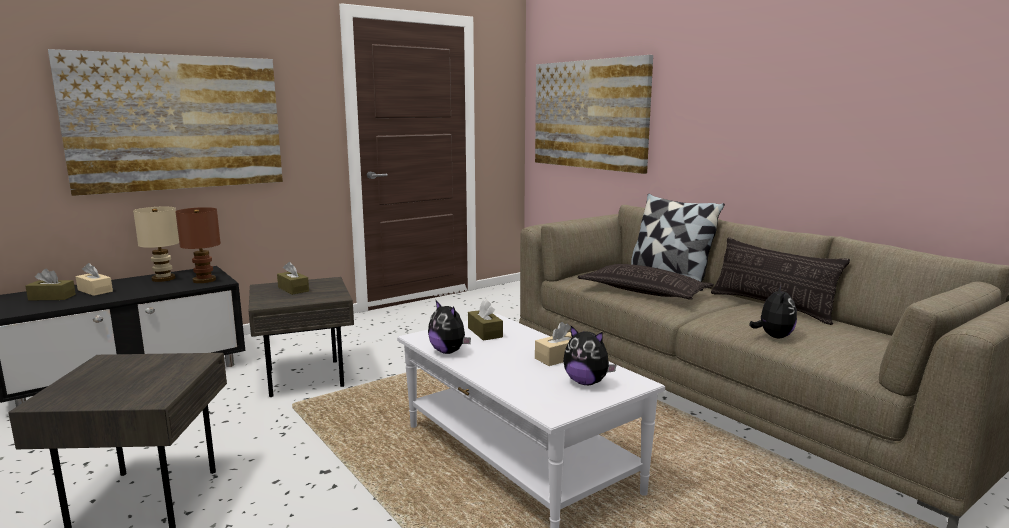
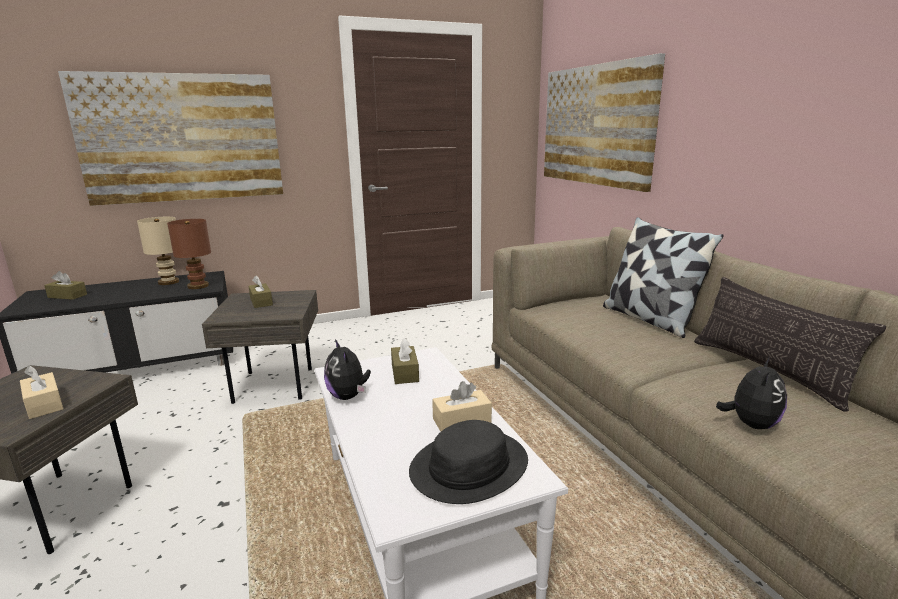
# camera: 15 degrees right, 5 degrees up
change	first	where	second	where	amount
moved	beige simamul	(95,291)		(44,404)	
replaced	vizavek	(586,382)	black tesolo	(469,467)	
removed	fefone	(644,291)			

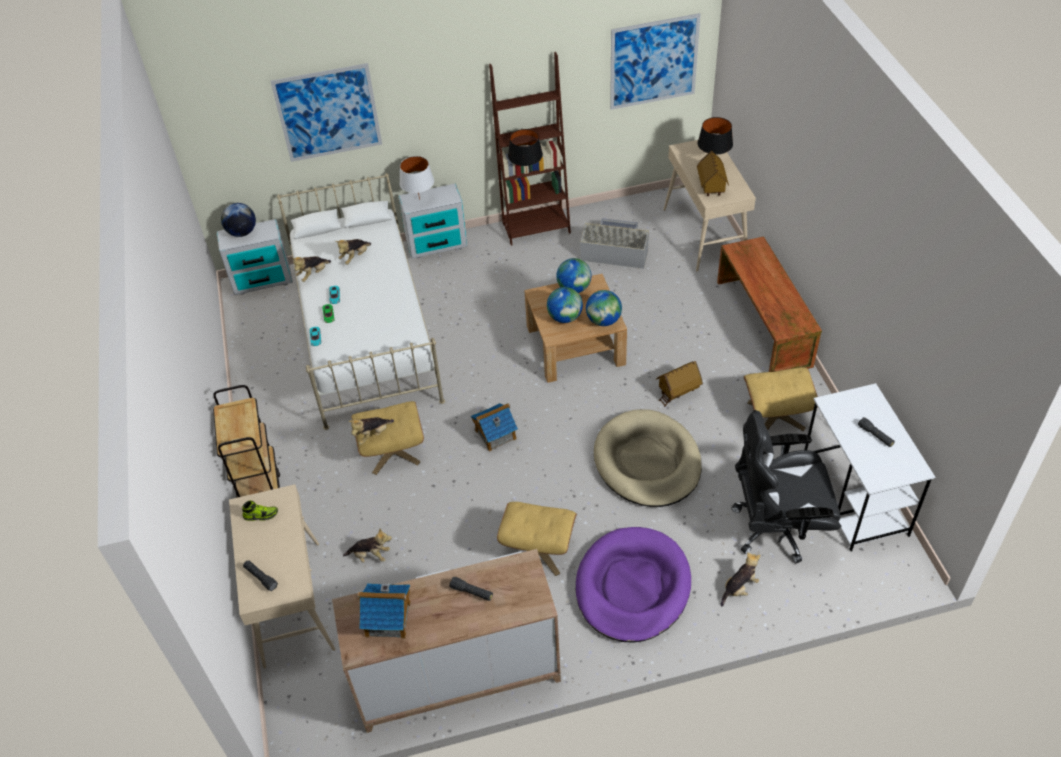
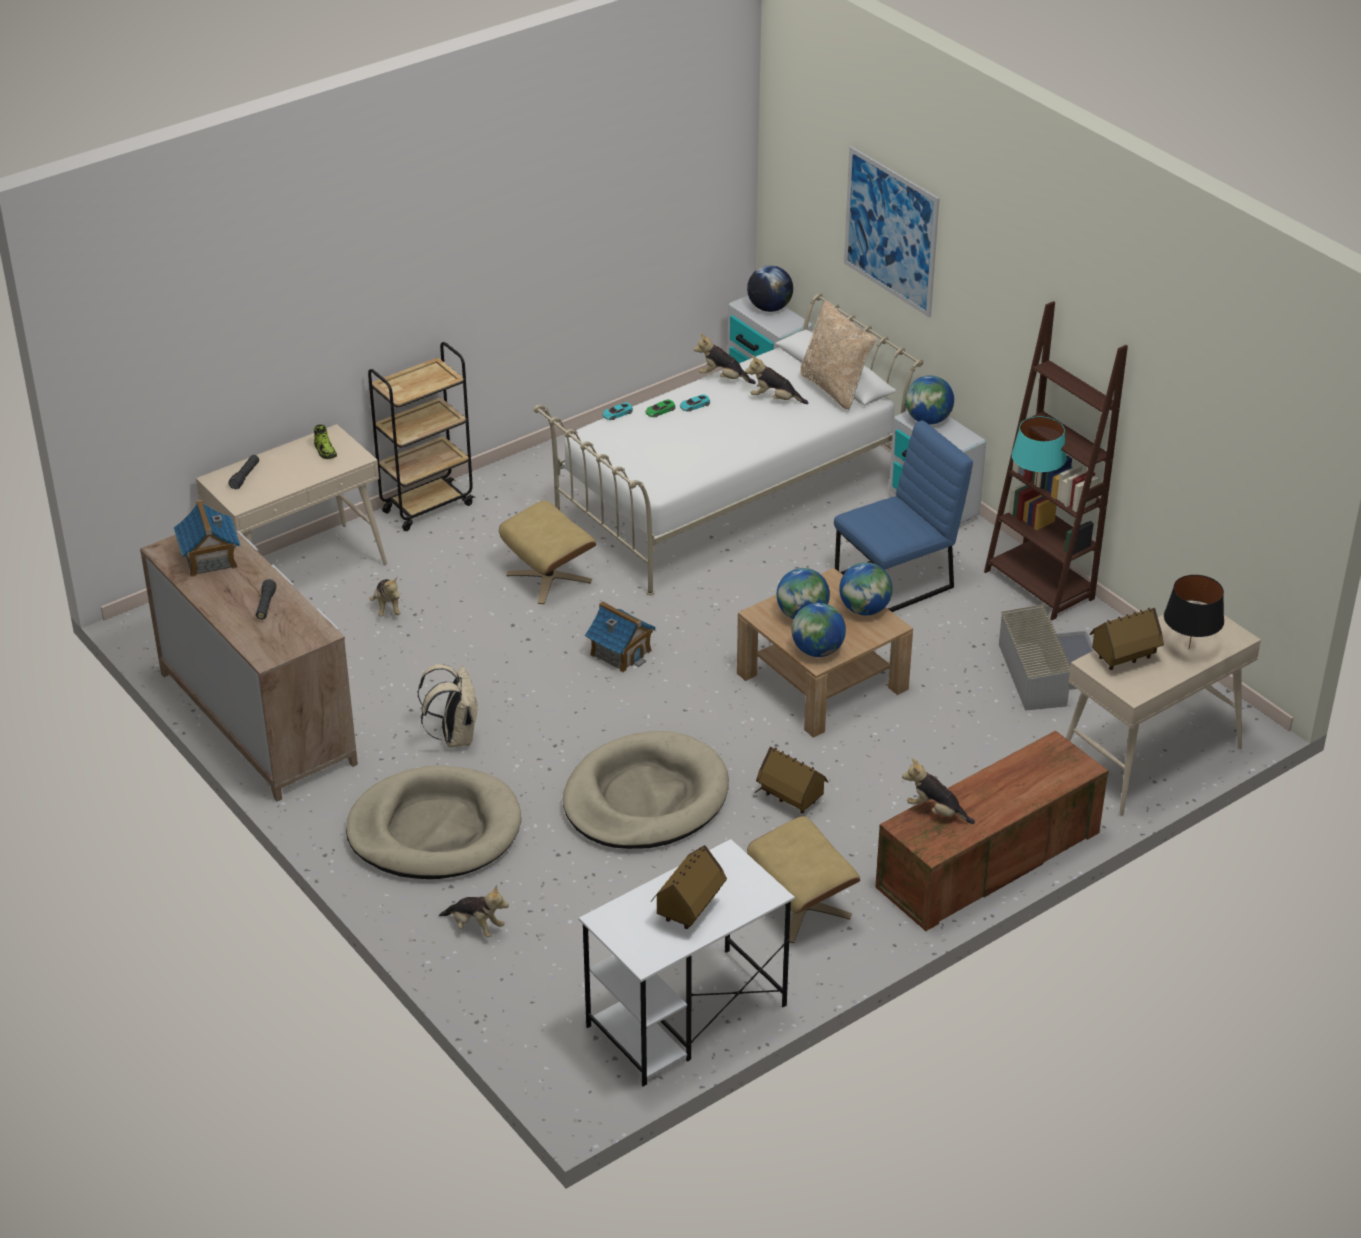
# camera: 65 degrees right, 10 degrees down
change	first	where	second	where	amount
recoloured	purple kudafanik	(632,587)	beige kudafanik	(434,830)	
replaced	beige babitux	(538,550)	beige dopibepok	(455,736)	
replaced	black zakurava	(875,435)	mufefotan	(688,909)	
added			beige fefone	(834,391)	
added			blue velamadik	(897,581)	
moved	vizavek	(372,435)		(936,811)	
replaced	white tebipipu	(419,200)	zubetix	(928,420)	
recoloured	black tebipipu	(526,173)	turquoise tebipipu	(1035,486)	
removed	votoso	(654,62)			
removed	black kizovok	(780,527)			

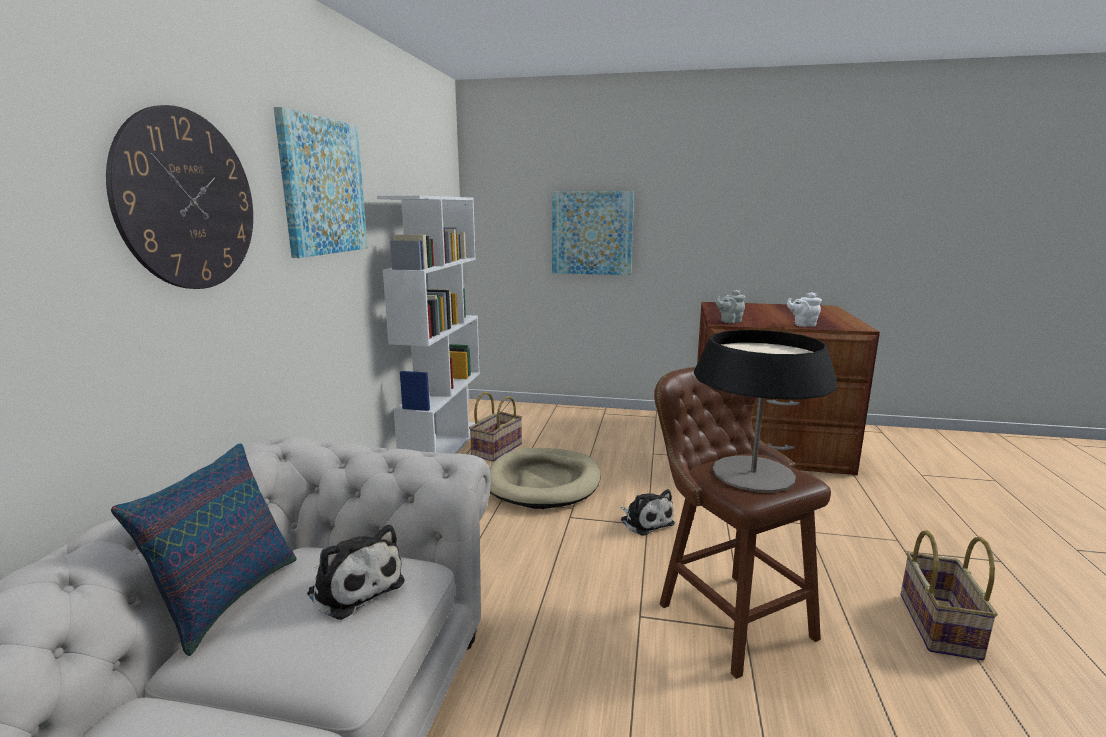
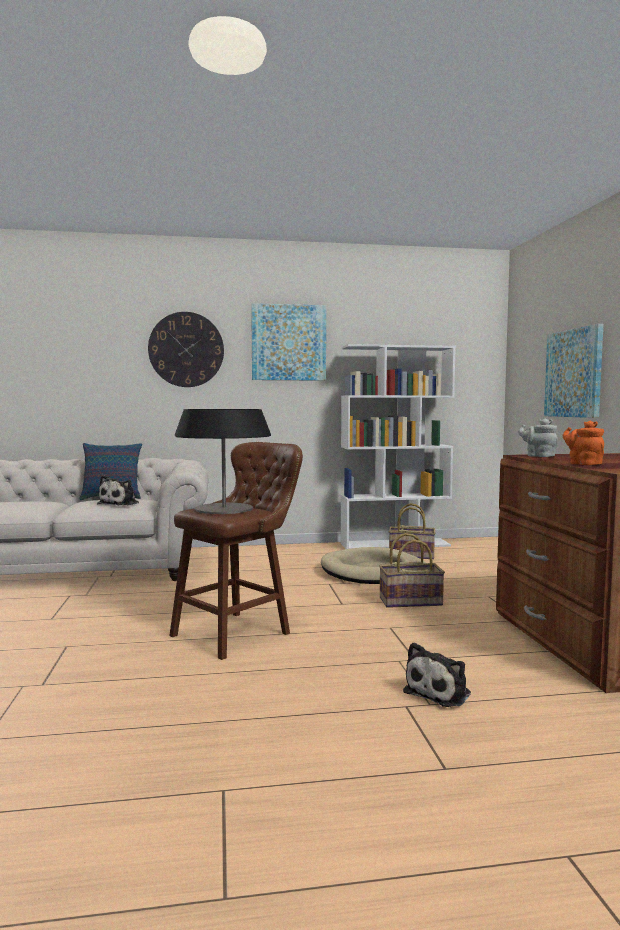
# camera: 70 degrees right, 10 degrees down
change	first	where	second	where	amount
moved	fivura	(937,625)		(410,601)	
moved	vizavek	(645,521)		(440,692)	
recoloured	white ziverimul	(803,325)	orange ziverimul	(583,463)	

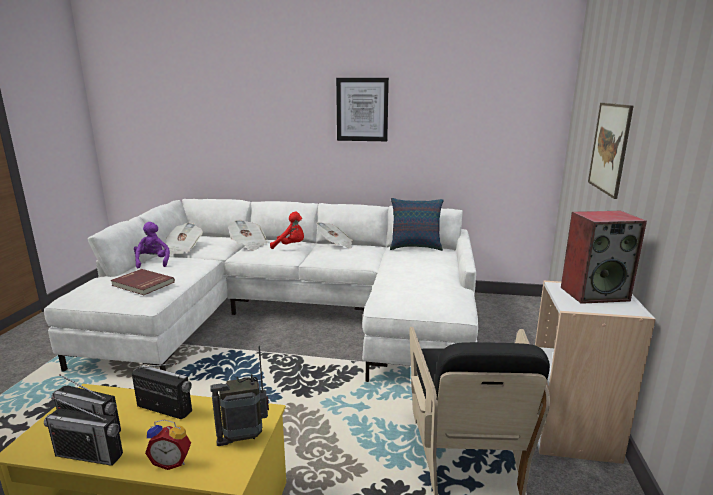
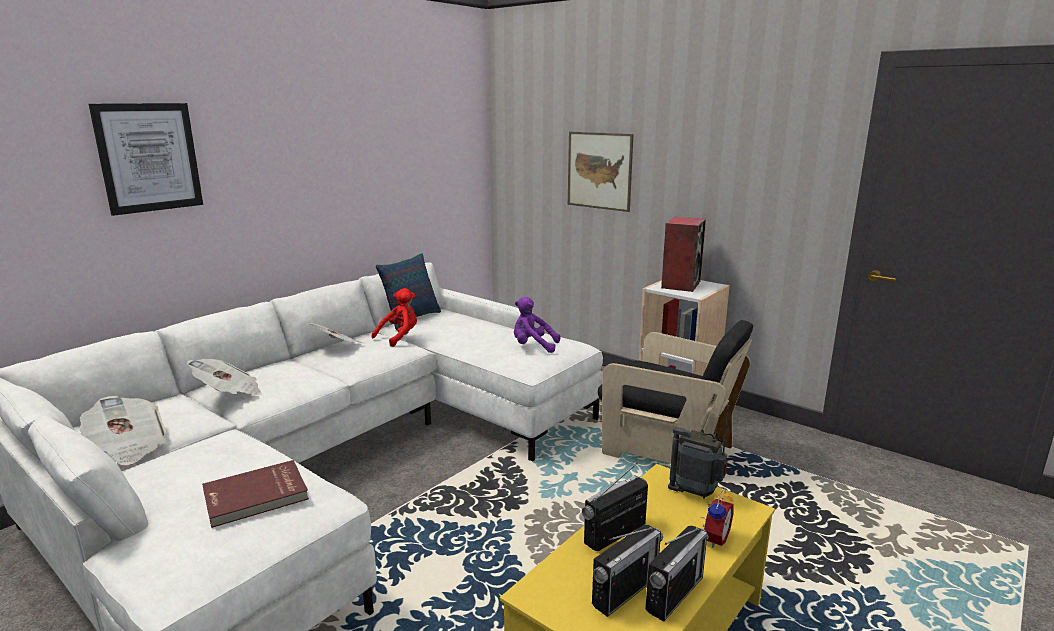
# camera: 60 degrees left, 0 degrees up
change	first	where	second	where	amount
moved	votoso	(362,109)		(149,157)	
moved	red vizavek	(290,246)		(399,337)	
moved	purple vizavek	(153,262)		(533,346)	
turned	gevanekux	(244,437)		(696,493)	105 degrees clockwise

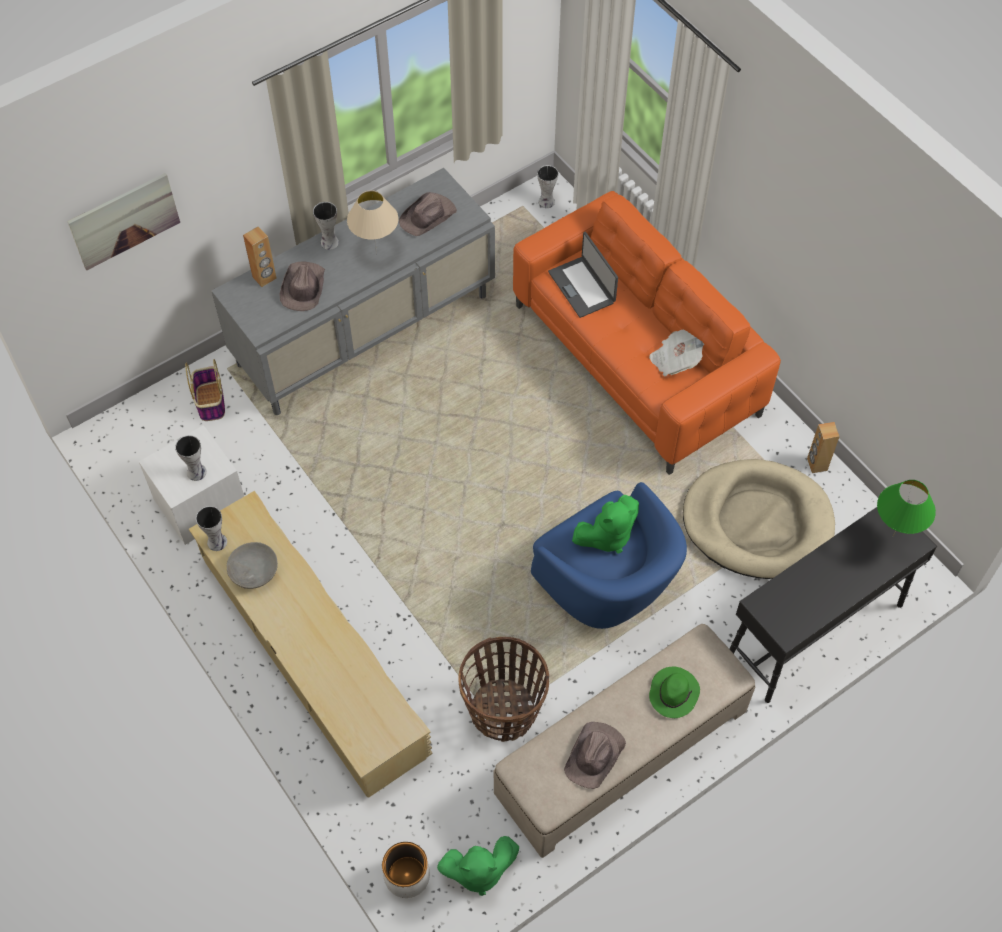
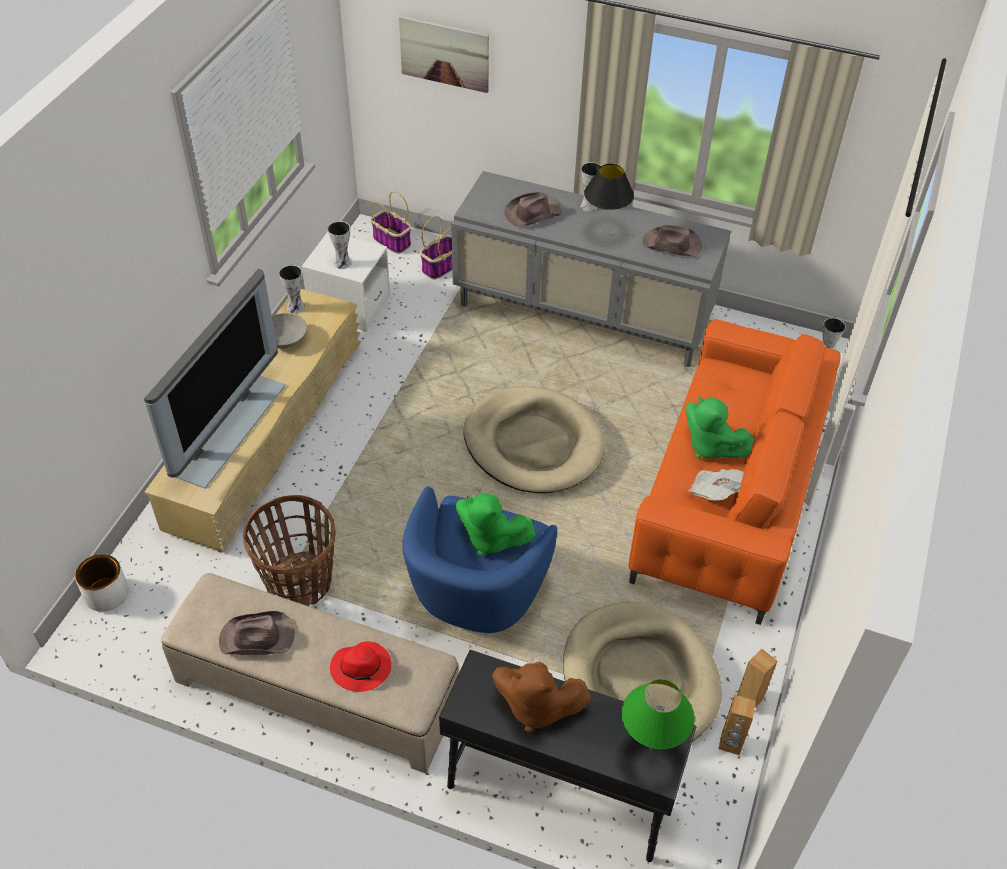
# camera: 55 degrees right, 10 degrees down
change	first	where	second	where	amount
added			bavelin	(225,427)	
recoloured	green tesolo	(673,693)	red tesolo	(362,668)	
added			fivura	(392,241)	
added			beige kudafanik	(533,444)	
added			brown vizavek	(536,707)	
recoloured	beige tebipipu	(376,254)	black tebipipu	(604,235)	
moved	green vizavek	(477,871)		(710,446)	
moved	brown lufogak	(264,278)		(730,744)	
removed	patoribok	(582,287)			

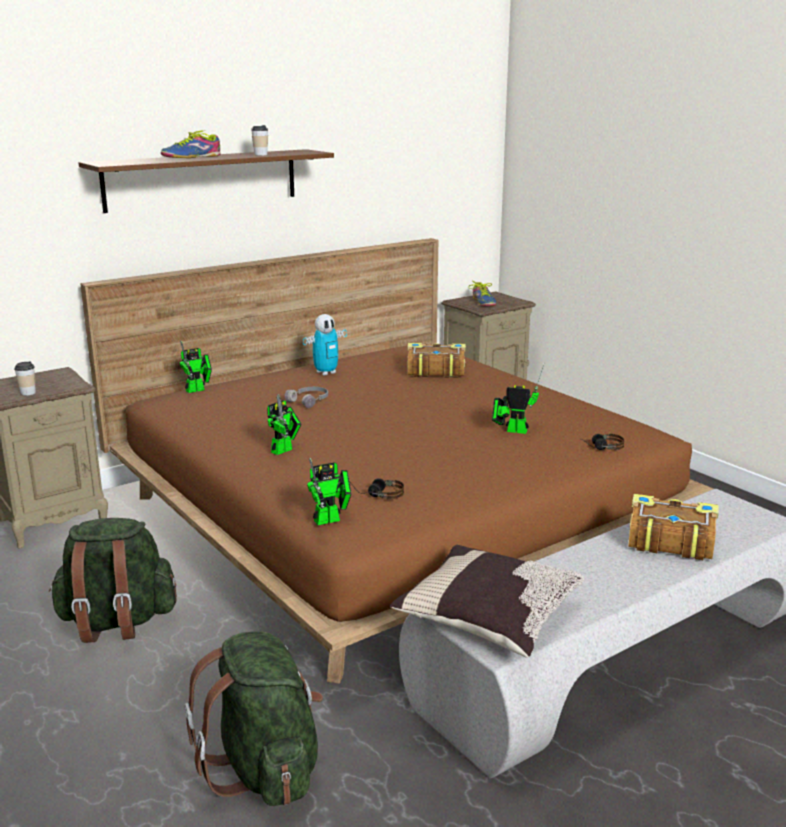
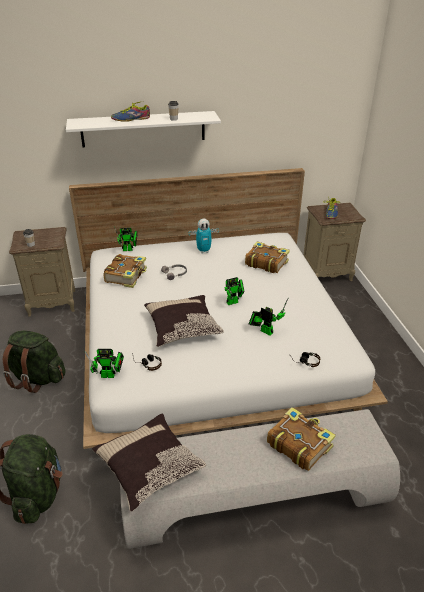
# camera: 25 degrees right, 15 degrees up
change	first	where	second	where	amount
recoloured	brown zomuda	(202,179)	white zomuda	(143,129)	
recoloured	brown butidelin	(393,515)	white butidelin	(212,347)	
added			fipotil	(127,275)	
added			fefone	(183,328)	
moved	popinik	(284,449)		(234,302)	

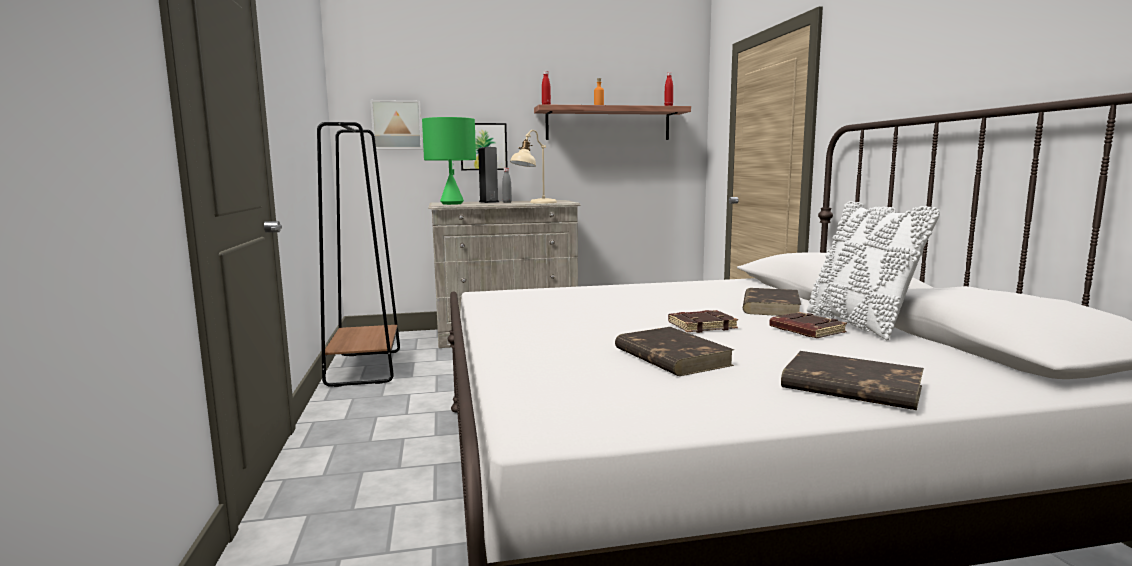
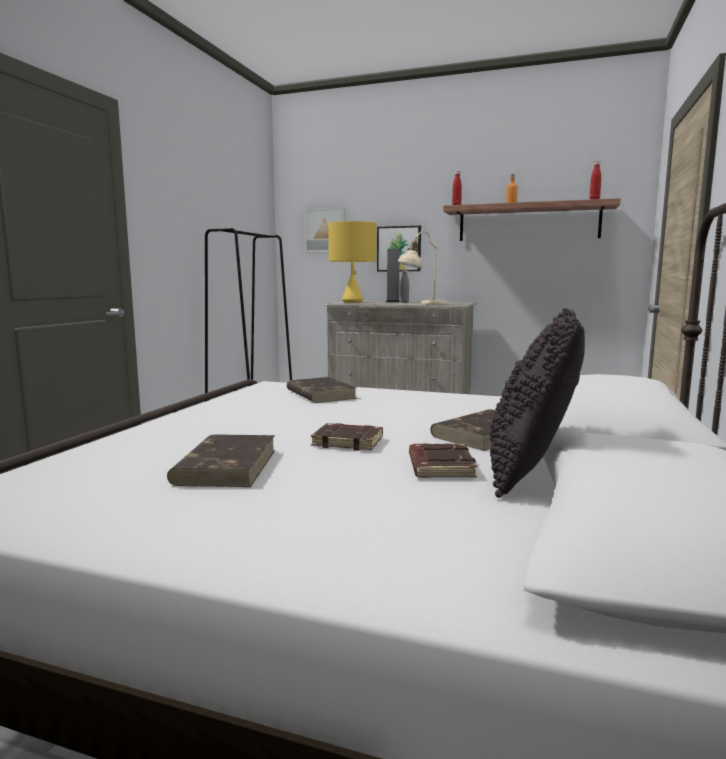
# camera: 30 degrees right, 0 degrees up
change	first	where	second	where	amount
moved	brown fipotil	(850,387)		(320,394)	
recoloured	green tebipipu	(452,204)	yellow tebipipu	(352,302)	
recoloured	white fefone	(860,324)	black fefone	(530,472)	

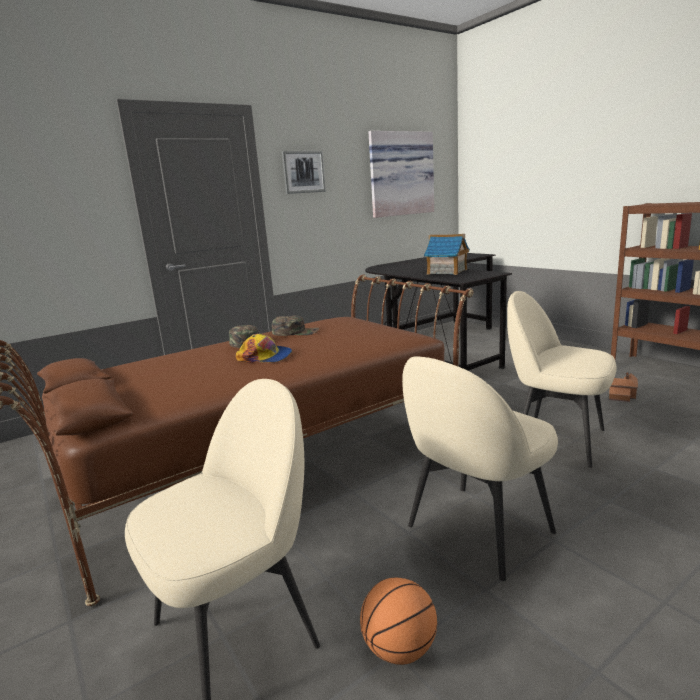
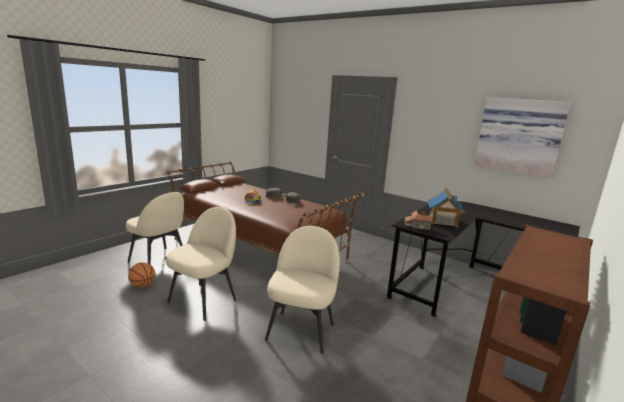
# camera: 70 degrees right, 0 degrees up
change	first	where	second	where	amount
turned	beige velamadik	(477,530)		(204,300)	90 degrees clockwise
moved	mufefotan	(622,395)		(416,225)	
removed	votoso	(303,172)			

